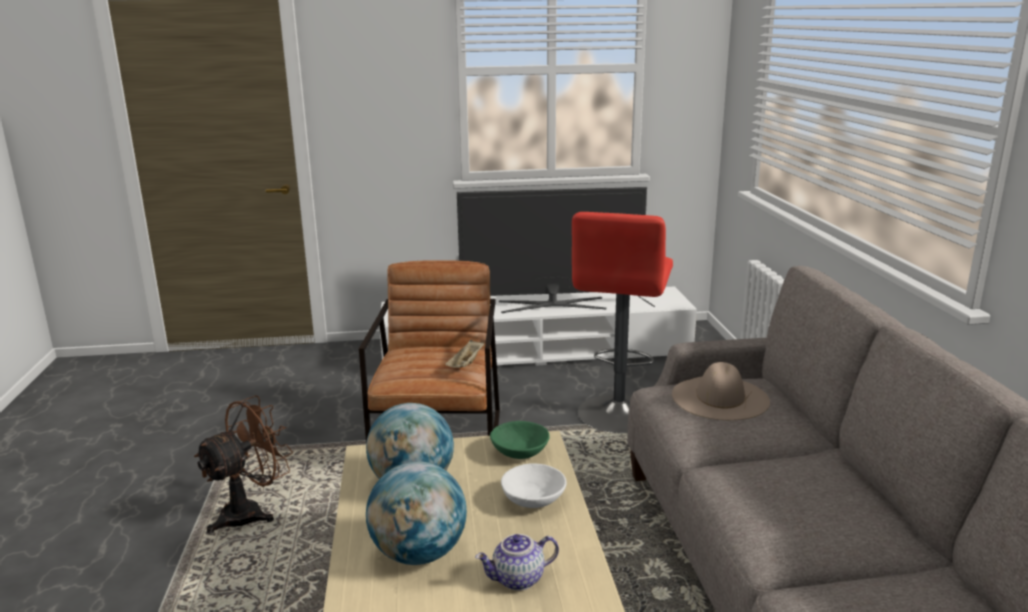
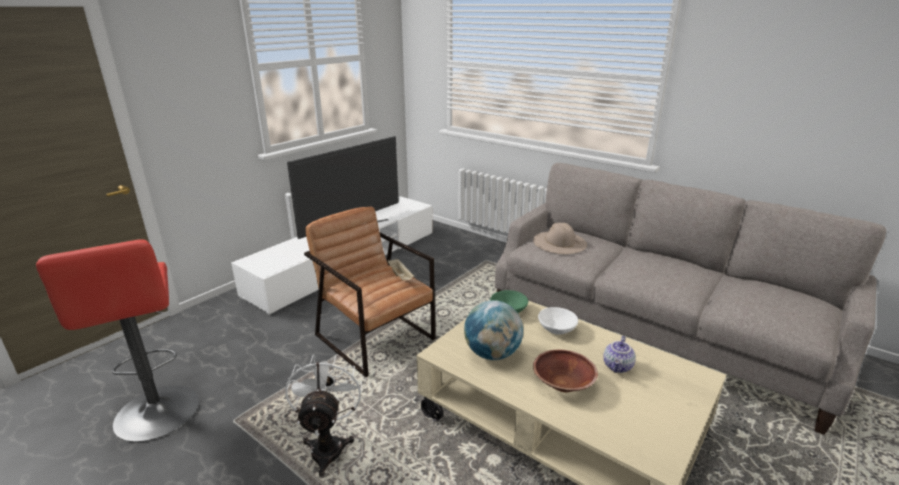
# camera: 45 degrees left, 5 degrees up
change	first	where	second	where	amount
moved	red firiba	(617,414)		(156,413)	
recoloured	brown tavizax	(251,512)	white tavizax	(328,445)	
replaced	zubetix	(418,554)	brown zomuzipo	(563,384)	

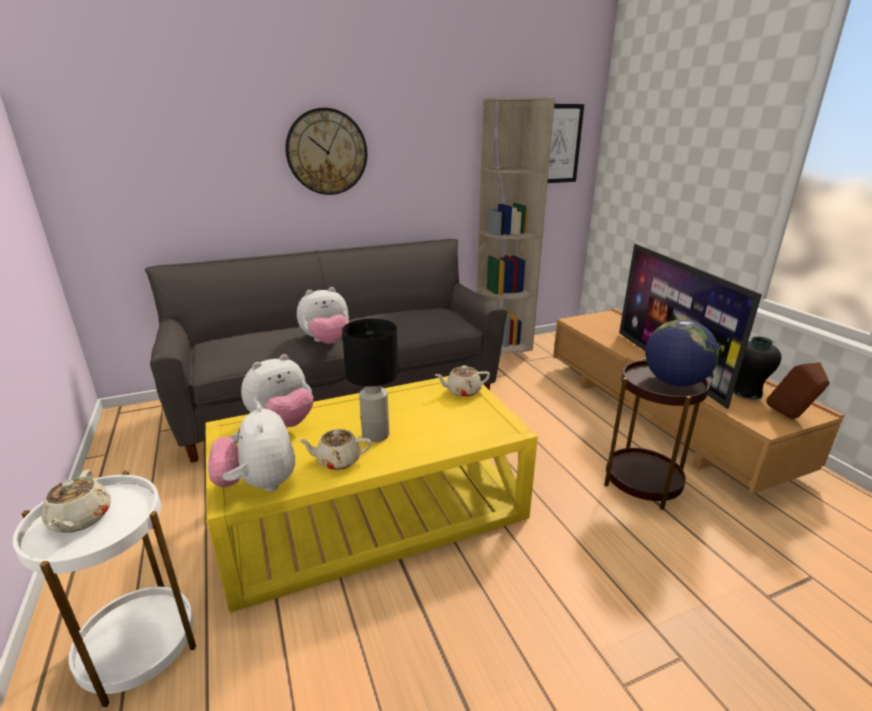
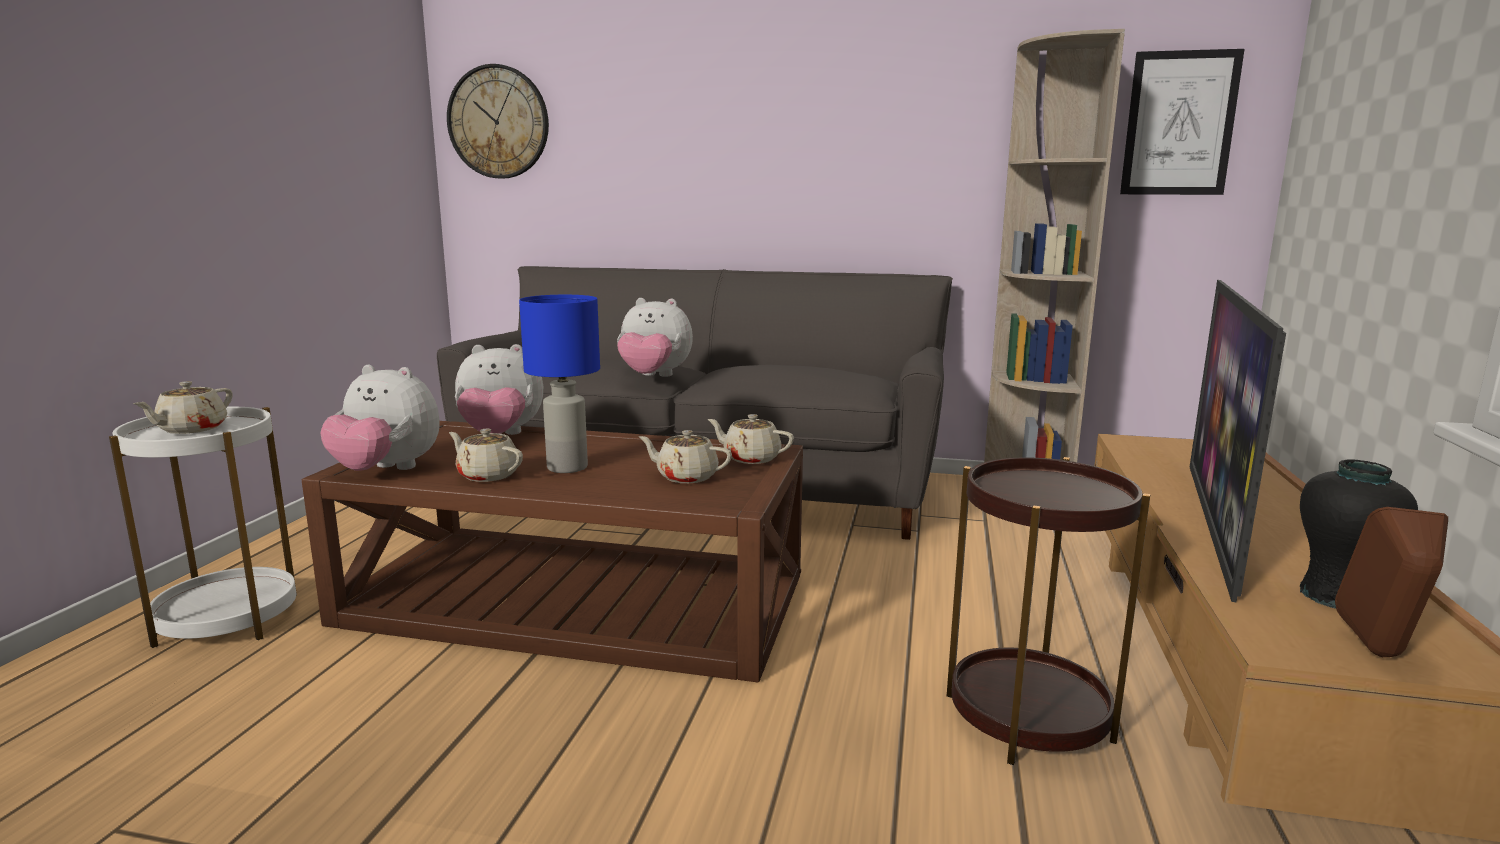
# camera: 35 degrees right, 10 degrees down
change	first	where	second	where	amount
recoloured	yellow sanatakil	(373,509)	brown sanatakil	(577,598)	
turned	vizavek	(258,484)		(386,471)	90 degrees counterclockwise
moved	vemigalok	(327,152)		(498,122)	
recoloured	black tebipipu	(375,435)	blue tebipipu	(566,468)	
added			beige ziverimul	(686,477)	
removed	zubetix	(674,382)			

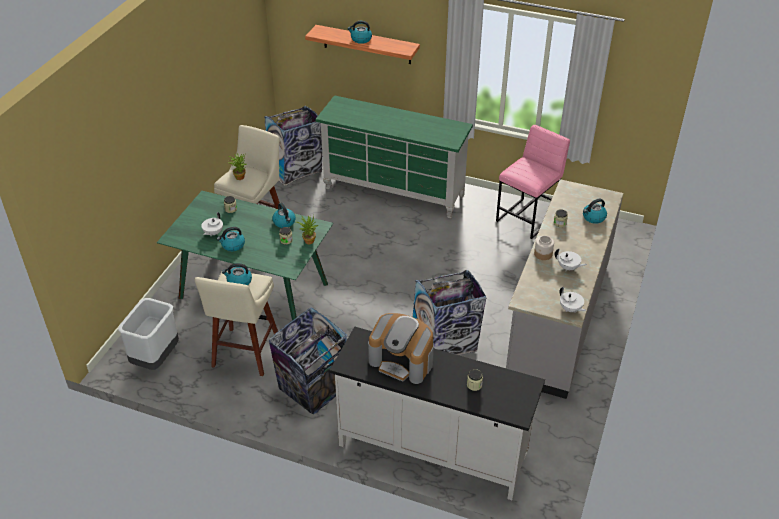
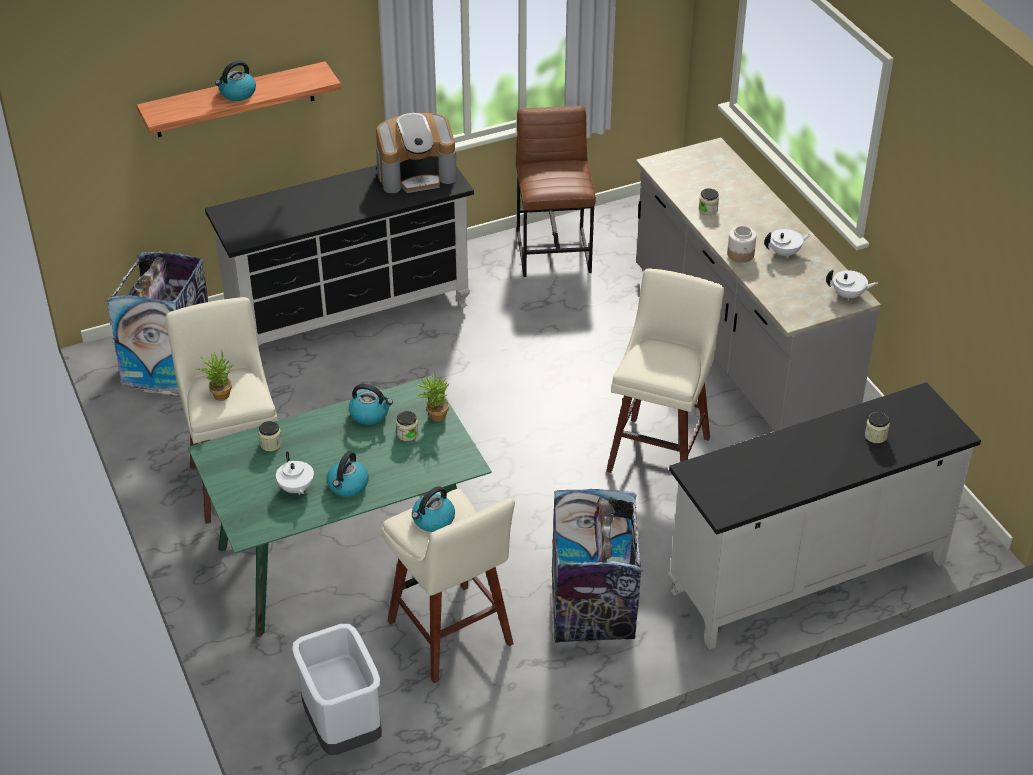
# camera: 45 degrees left, 0 degrees up
change	first	where	second	where	amount
recoloured	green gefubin	(394,192)	black gefubin	(351,316)	
moved	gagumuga	(402,361)		(416,174)	
recoloured	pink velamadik	(527,218)	brown velamadik	(553,251)	
replaced	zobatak	(445,342)	beige firiba	(660,453)	
removed	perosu	(593,217)			

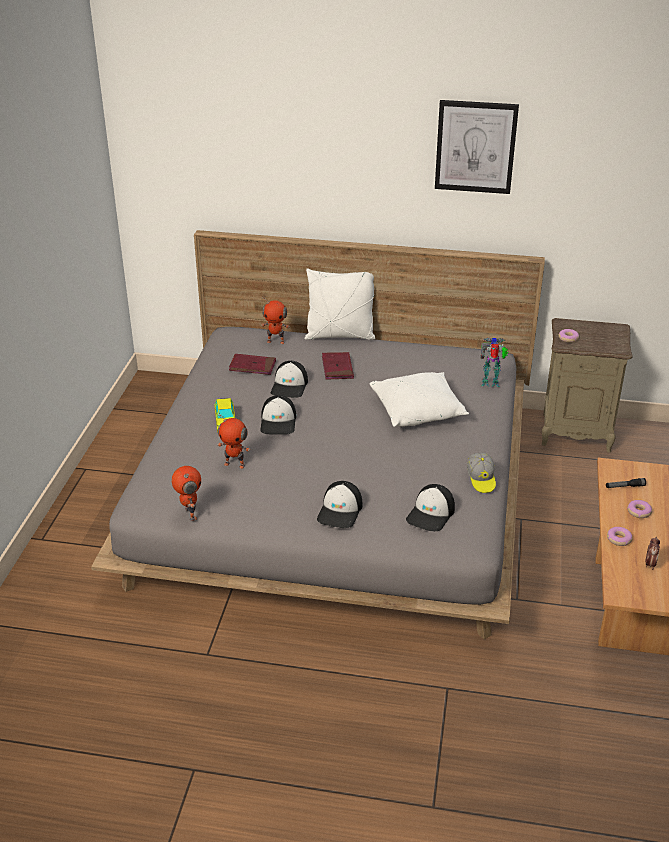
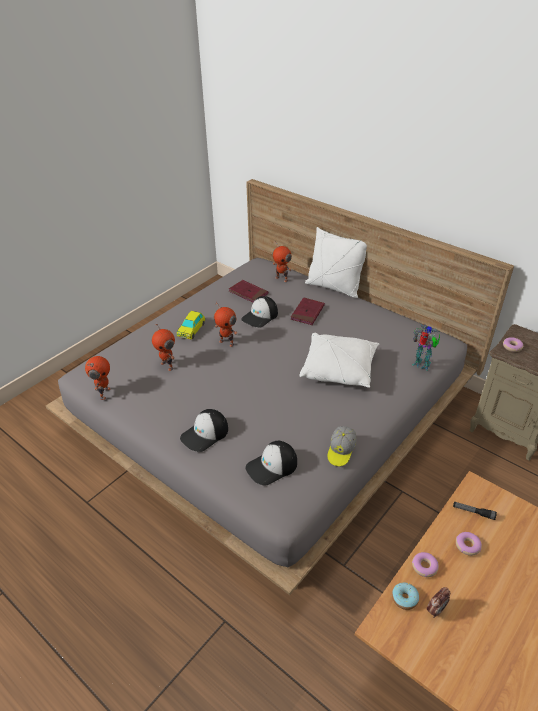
# camera: 30 degrees right, 5 degrees up
change	first	where	second	where	amount
replaced	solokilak	(278,422)	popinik	(227,342)	
added			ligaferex	(404,598)	
removed	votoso	(475,147)			

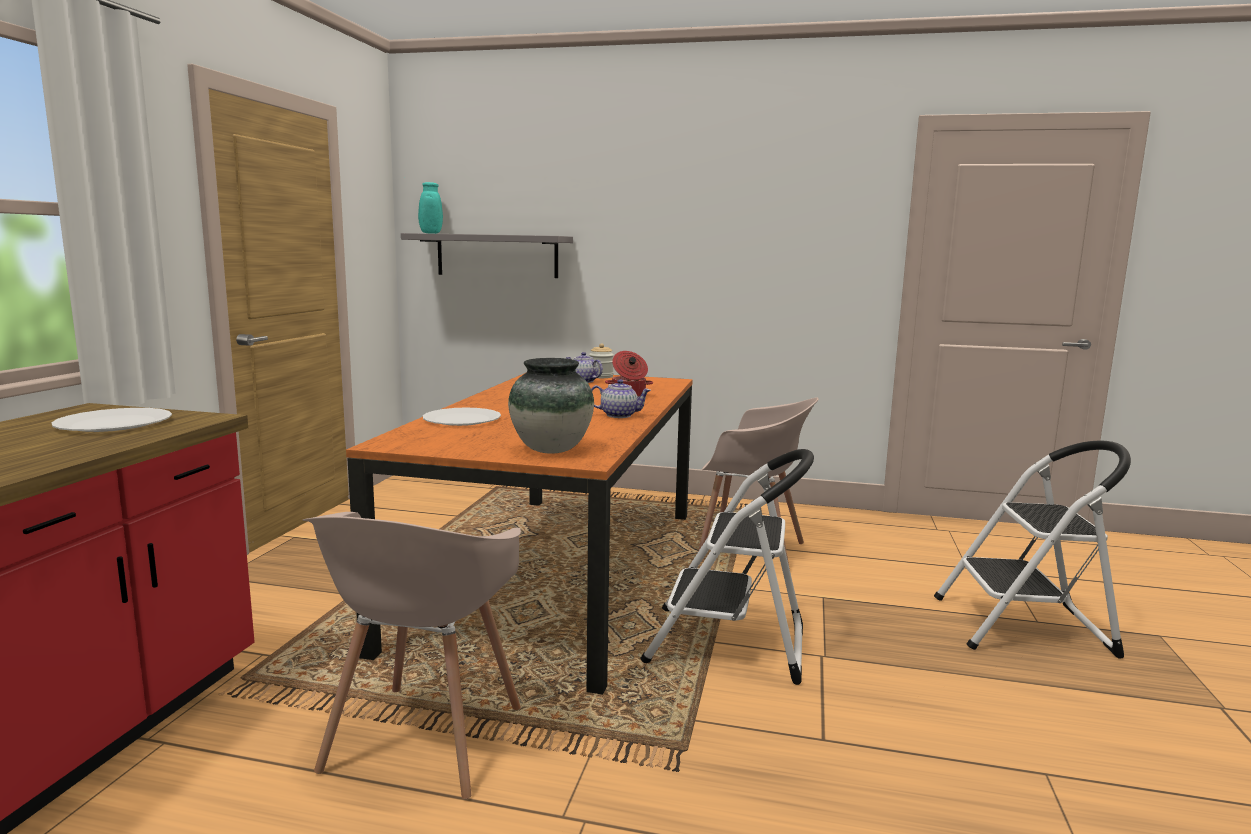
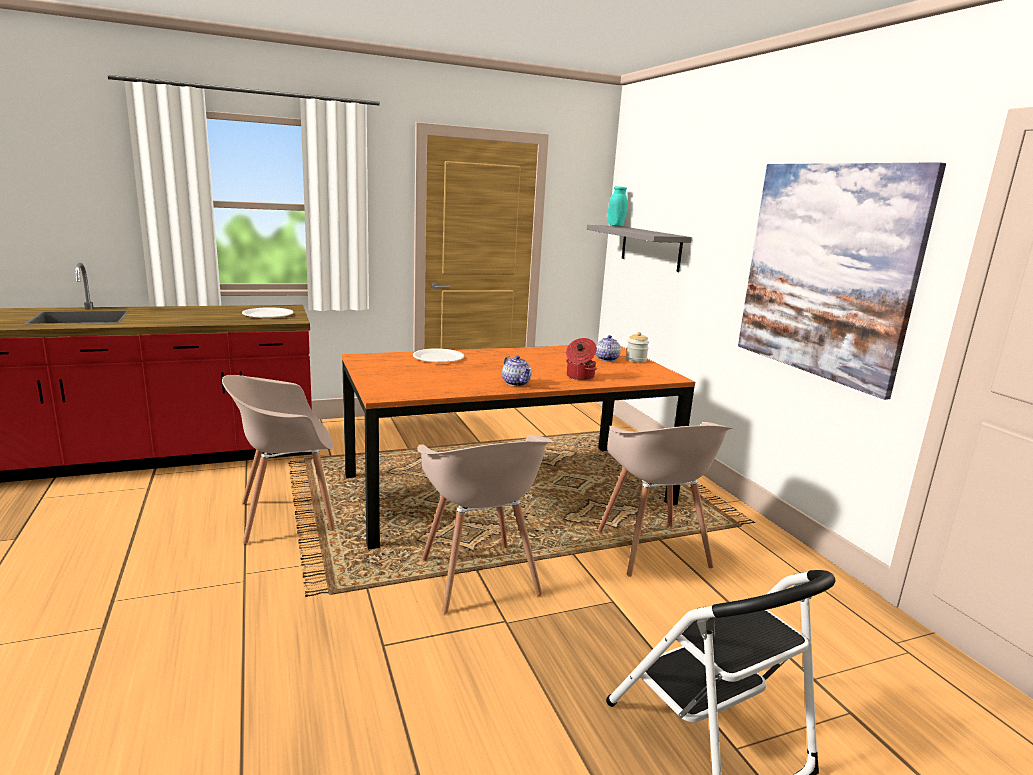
# camera: 55 degrees right, 5 degrees up
change	first	where	second	where	amount
replaced	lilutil	(732,645)	beige velamadik	(479,578)	
added			votoso	(826,271)	
removed	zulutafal	(552,449)			

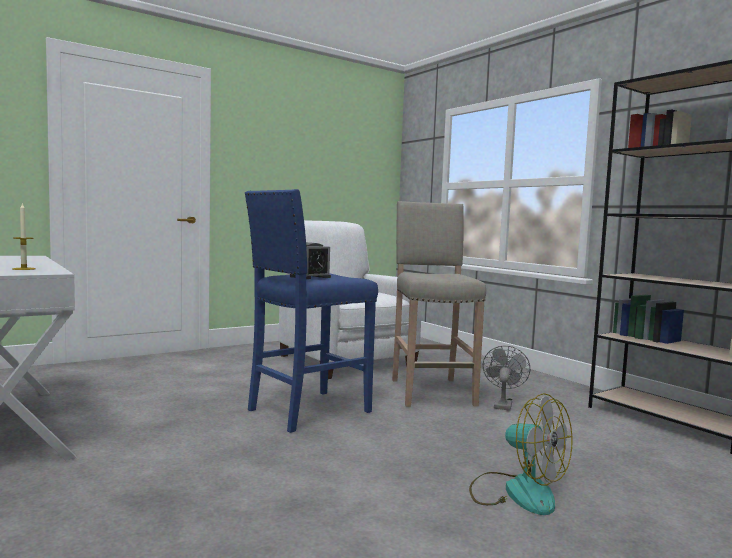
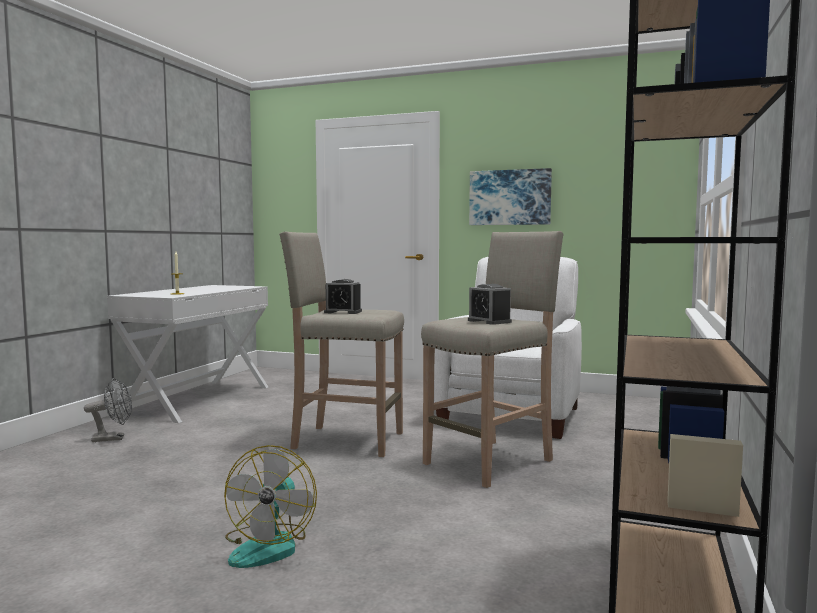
# camera: 55 degrees right, 0 degrees up
change	first	where	second	where	amount
moved	grey tavizax	(502,404)		(113,438)	
recoloured	blue firiba	(306,411)	beige firiba	(345,440)	
added			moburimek	(489,321)	
added			votoso	(510,197)	

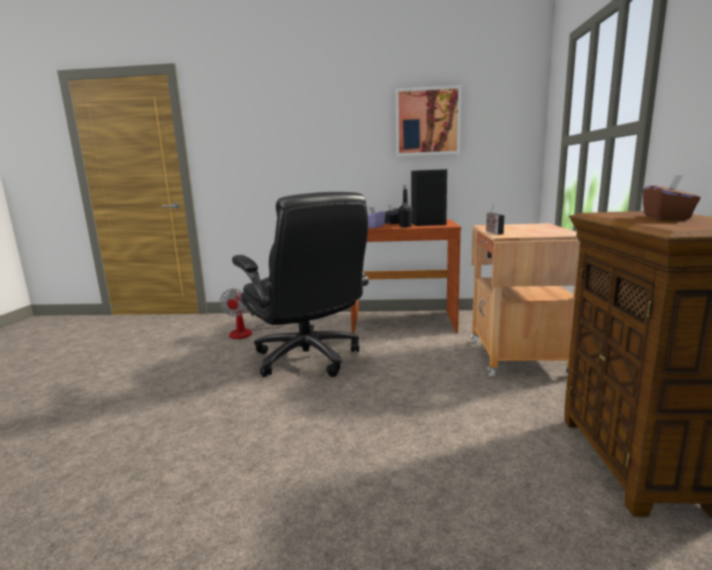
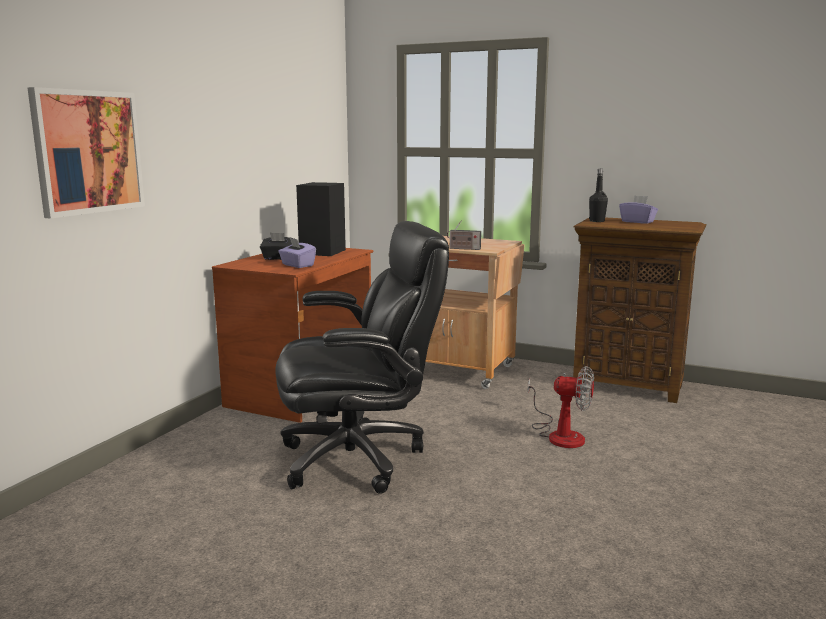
# camera: 70 degrees left, 0 degrees up
change	first	where	second	where	amount
moved	votoso	(427,122)		(88,152)	
moved	tavizax	(249,332)		(560,434)	
moved	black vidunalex	(405,226)		(597,221)	
recoloured	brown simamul	(666,217)	purple simamul	(637,222)	

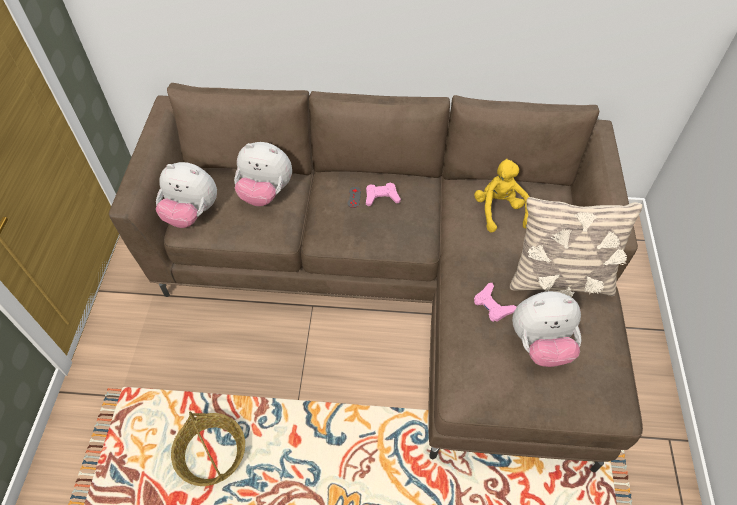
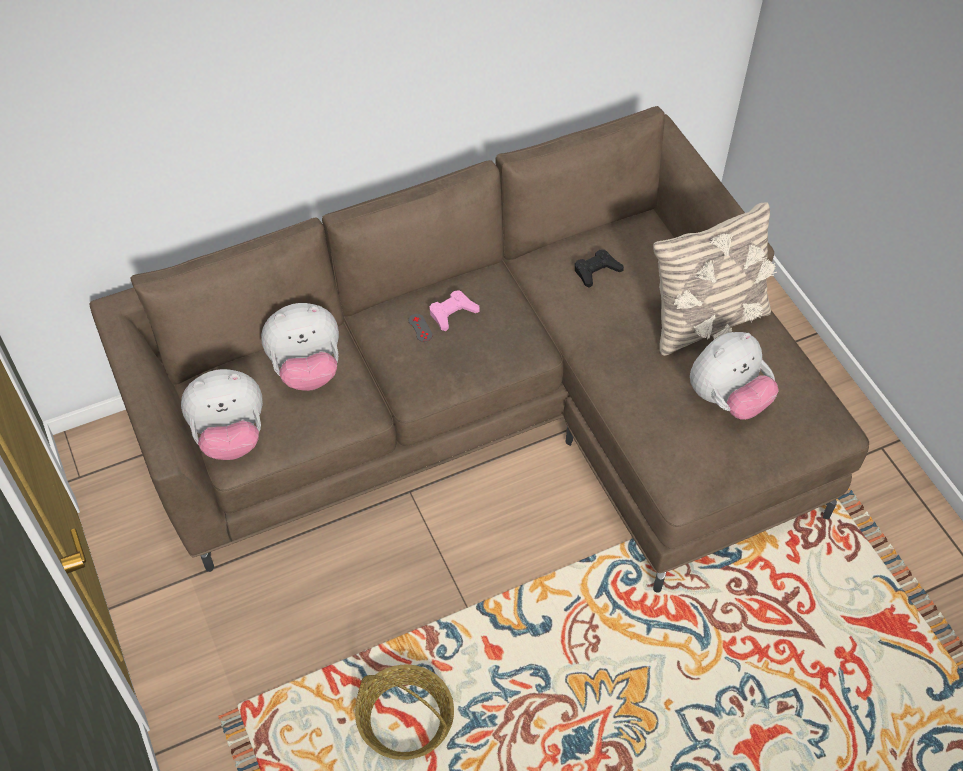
# camera: 30 degrees left, 0 degrees up
change	first	where	second	where	amount
replaced	yellow vizavek	(499,210)	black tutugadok	(596,271)	
removed	pink tutugadok	(492,305)			

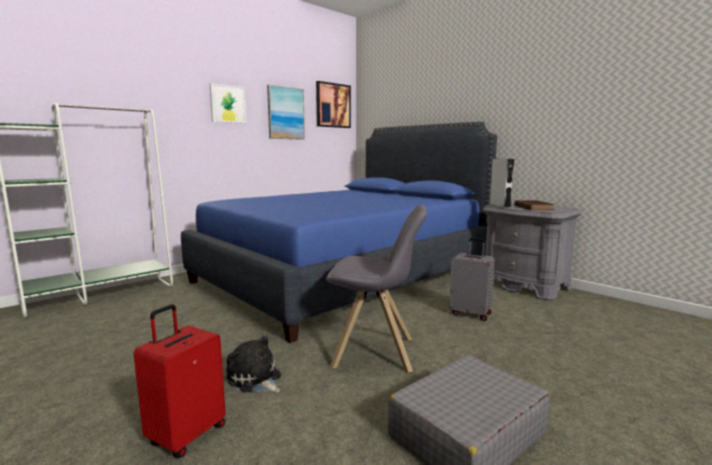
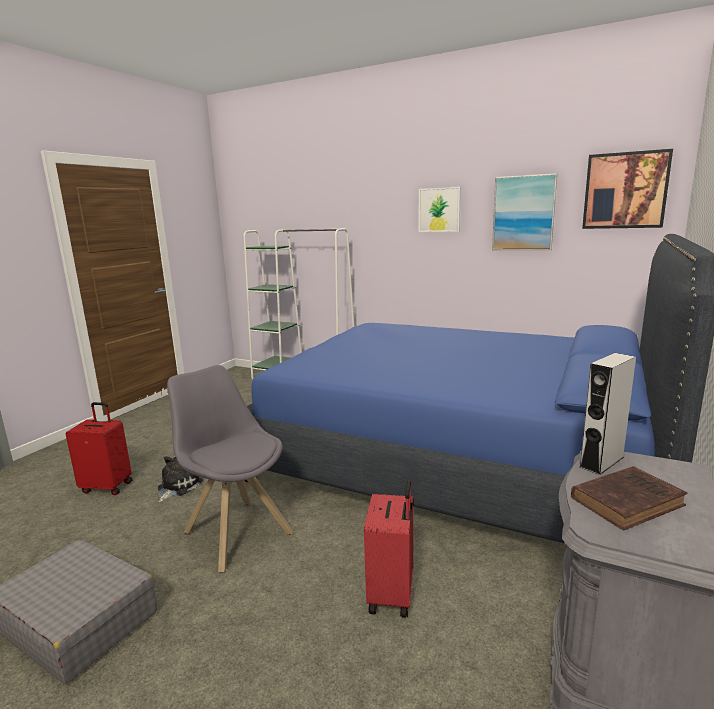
# camera: 70 degrees right, 5 degrees up
change	first	where	second	where	amount
turned	grey velamadik	(374,352)		(236,532)	150 degrees clockwise
recoloured	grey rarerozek	(471,313)	red rarerozek	(393,595)	

